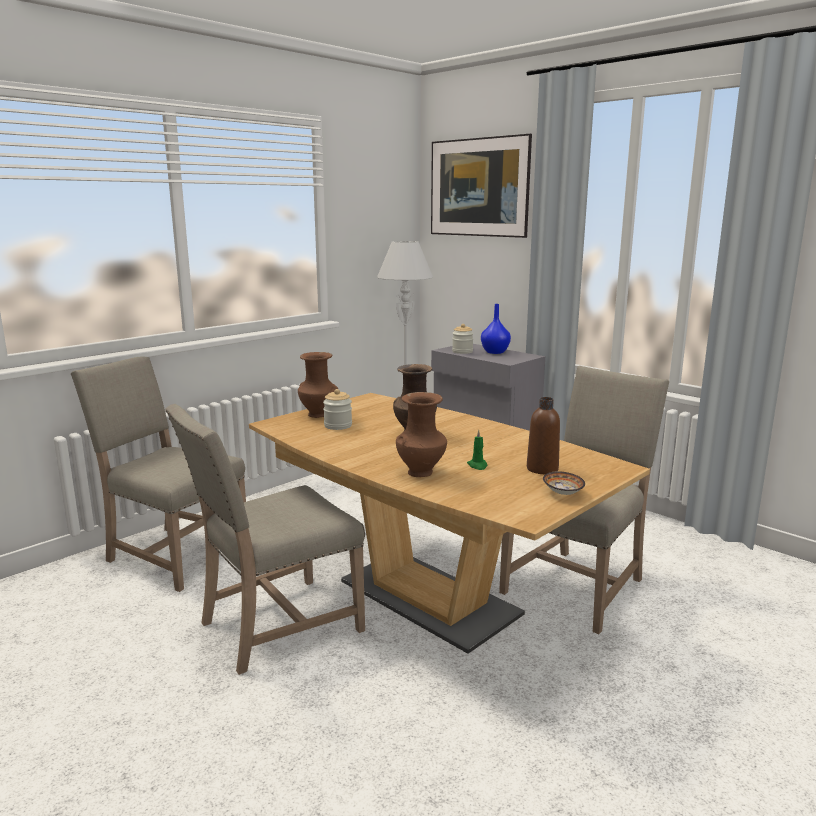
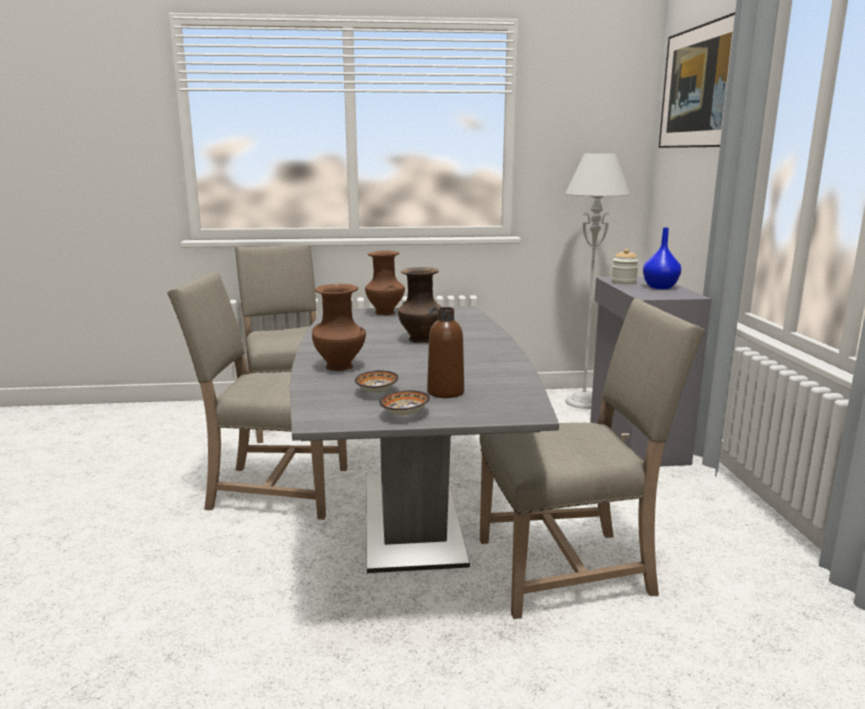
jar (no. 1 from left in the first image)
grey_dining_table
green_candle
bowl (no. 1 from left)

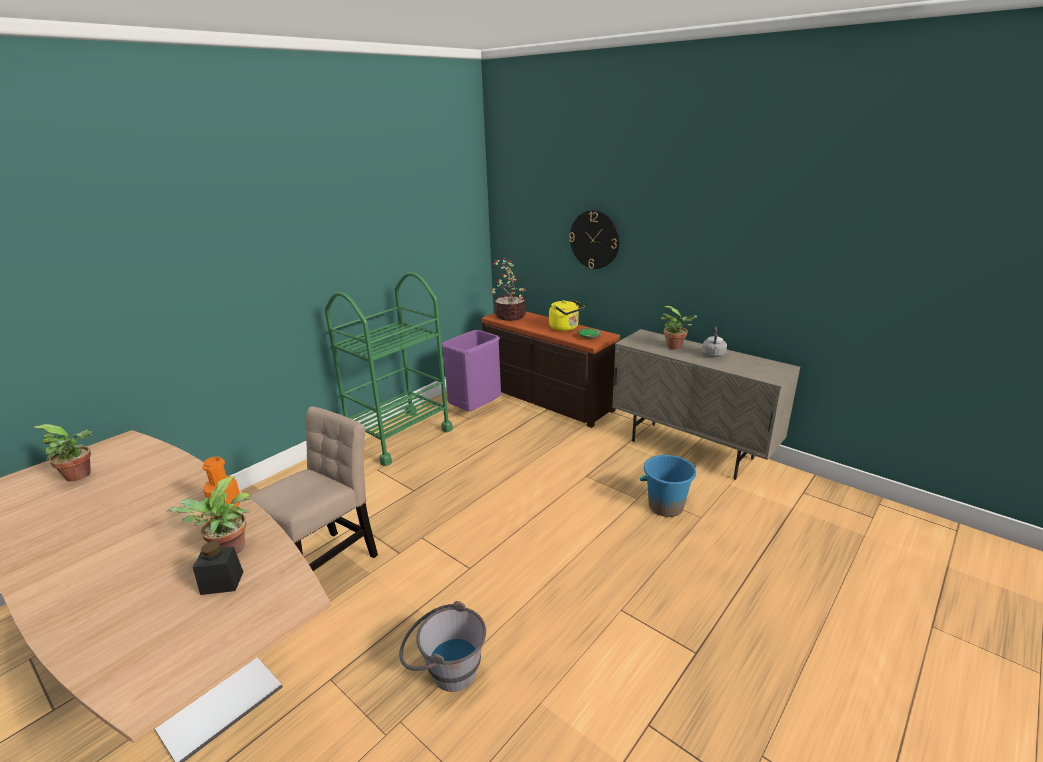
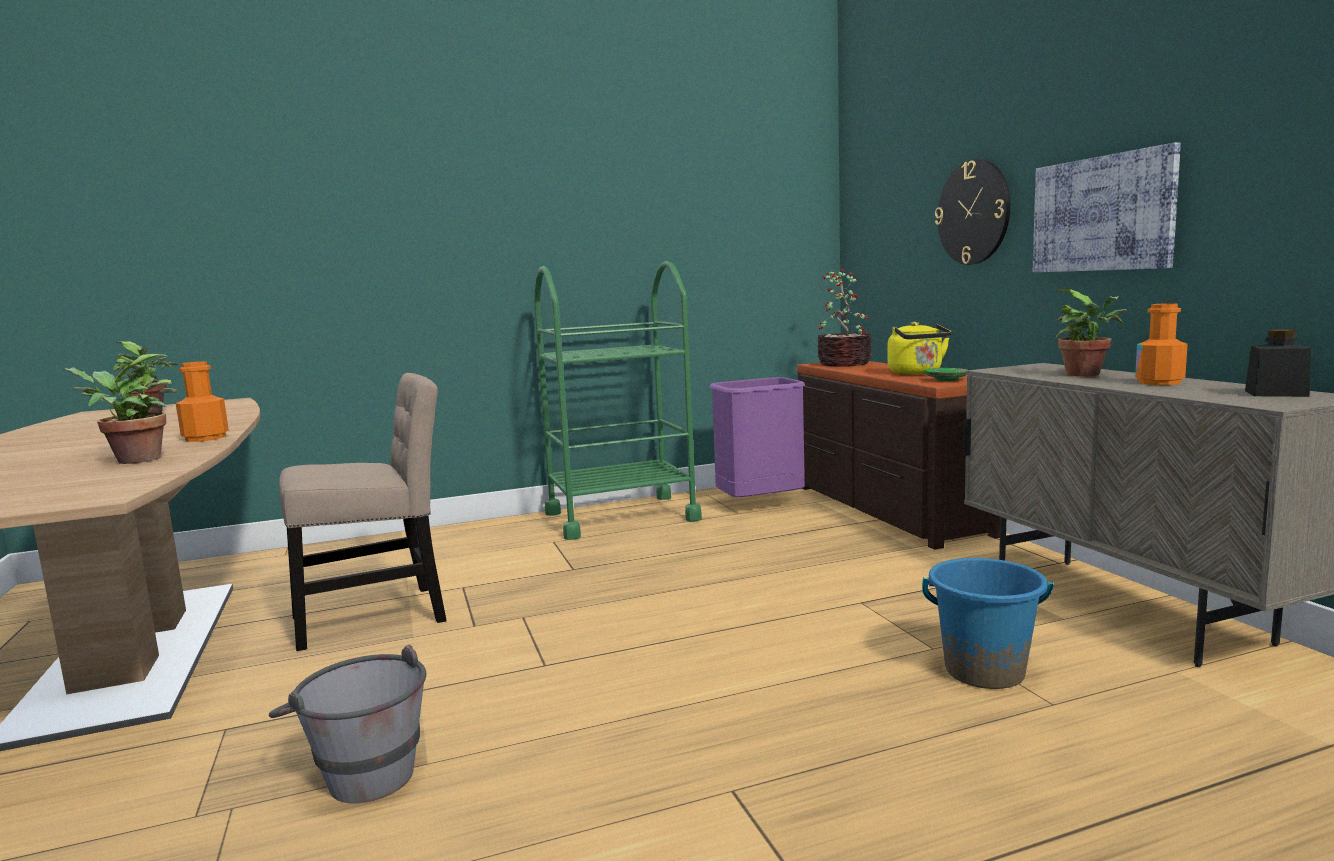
orange_bottle (no. 2 from left)
black_jar
picture

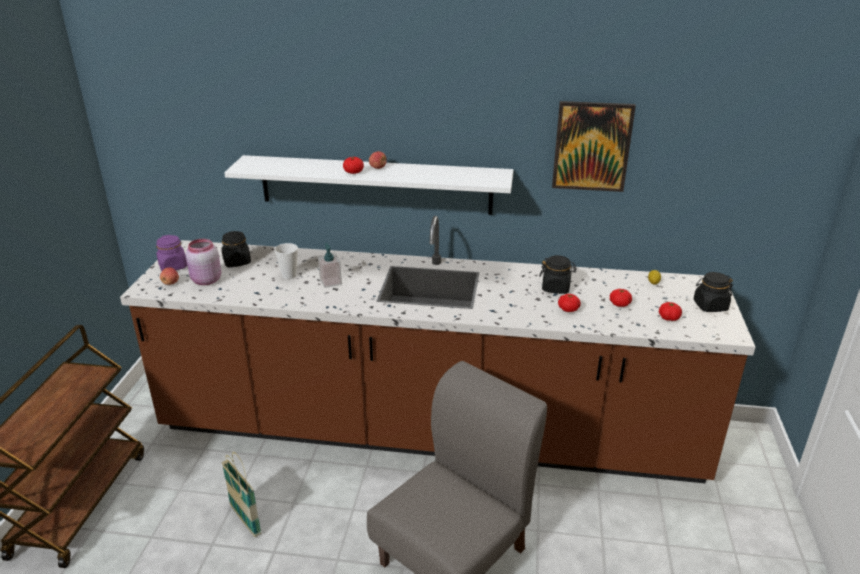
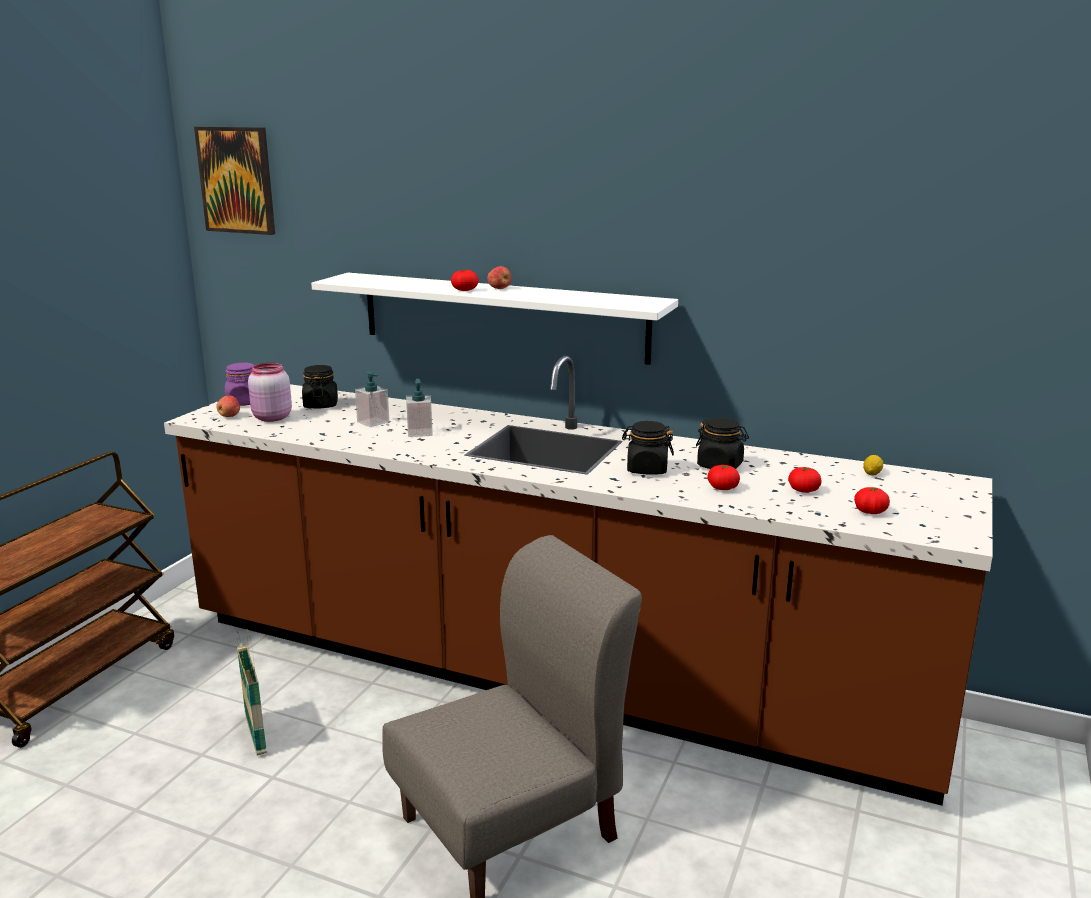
picture
soap_dispenser (no. 1 from left)
black_jar (no. 2 from left)

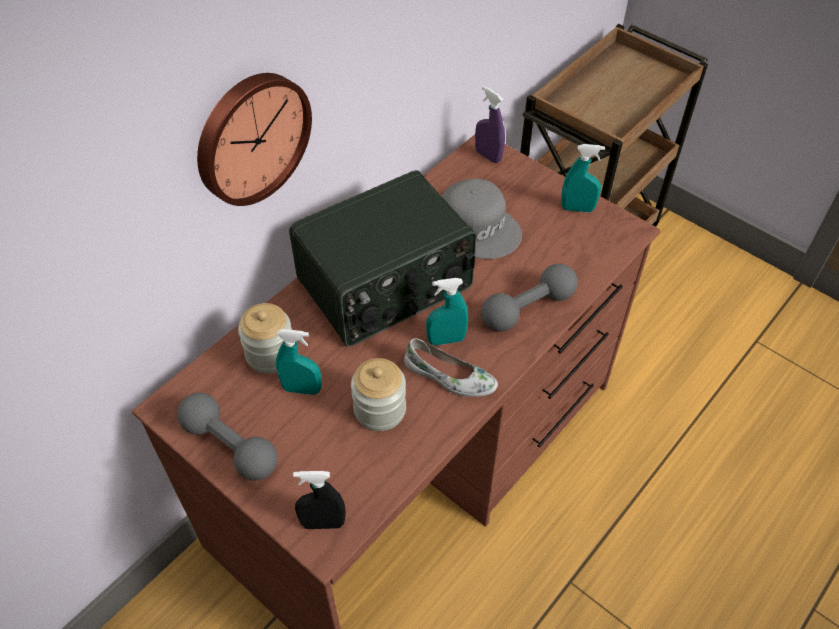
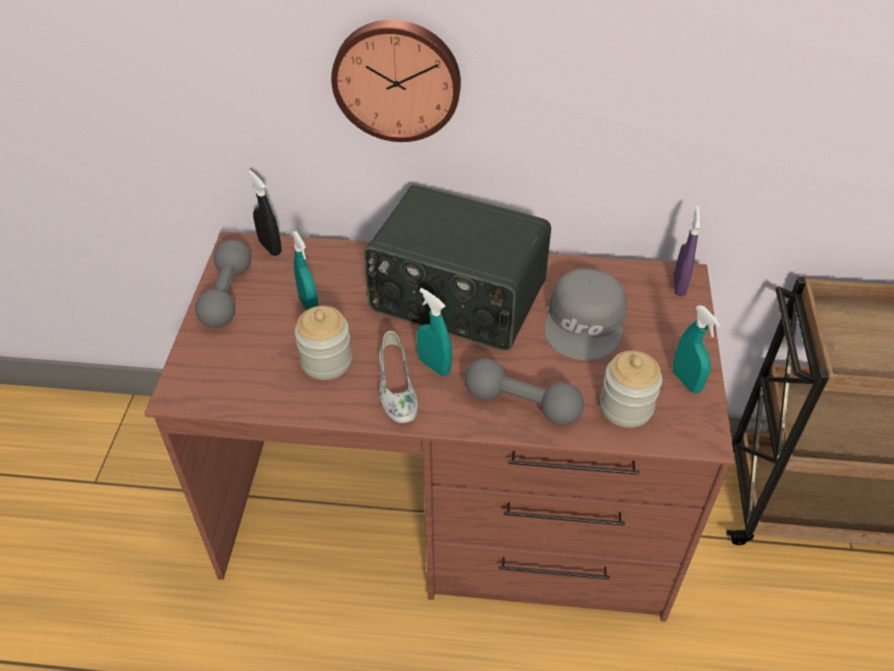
jar (no. 2 from left)
black_spray_bottle

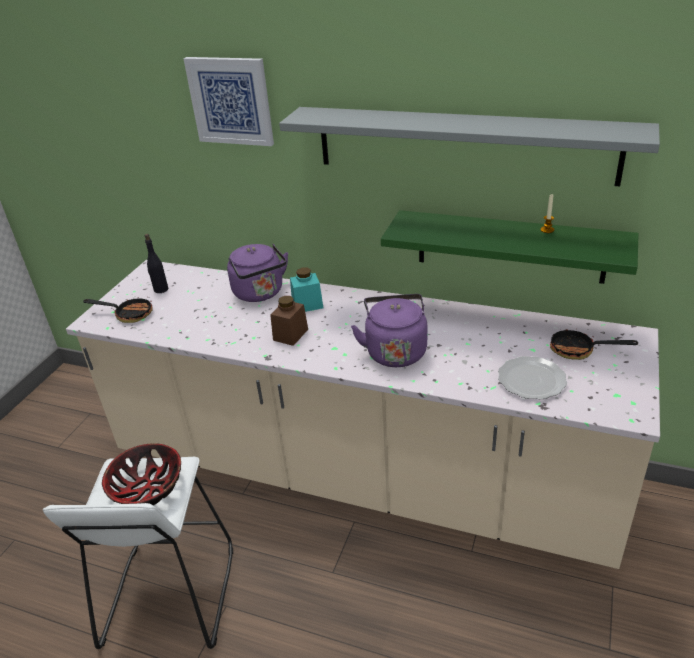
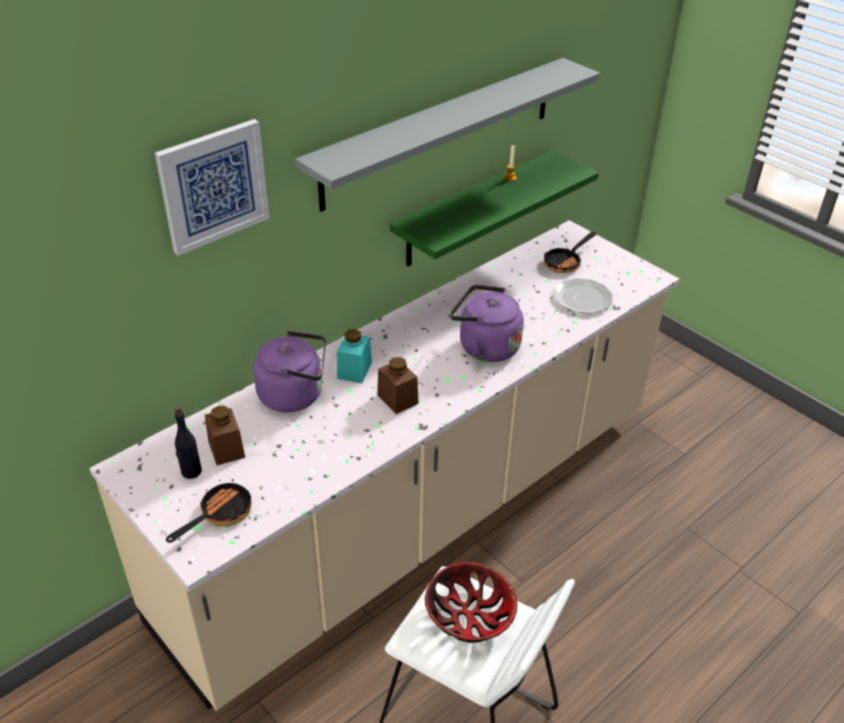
brown_jar (no. 1 from left)

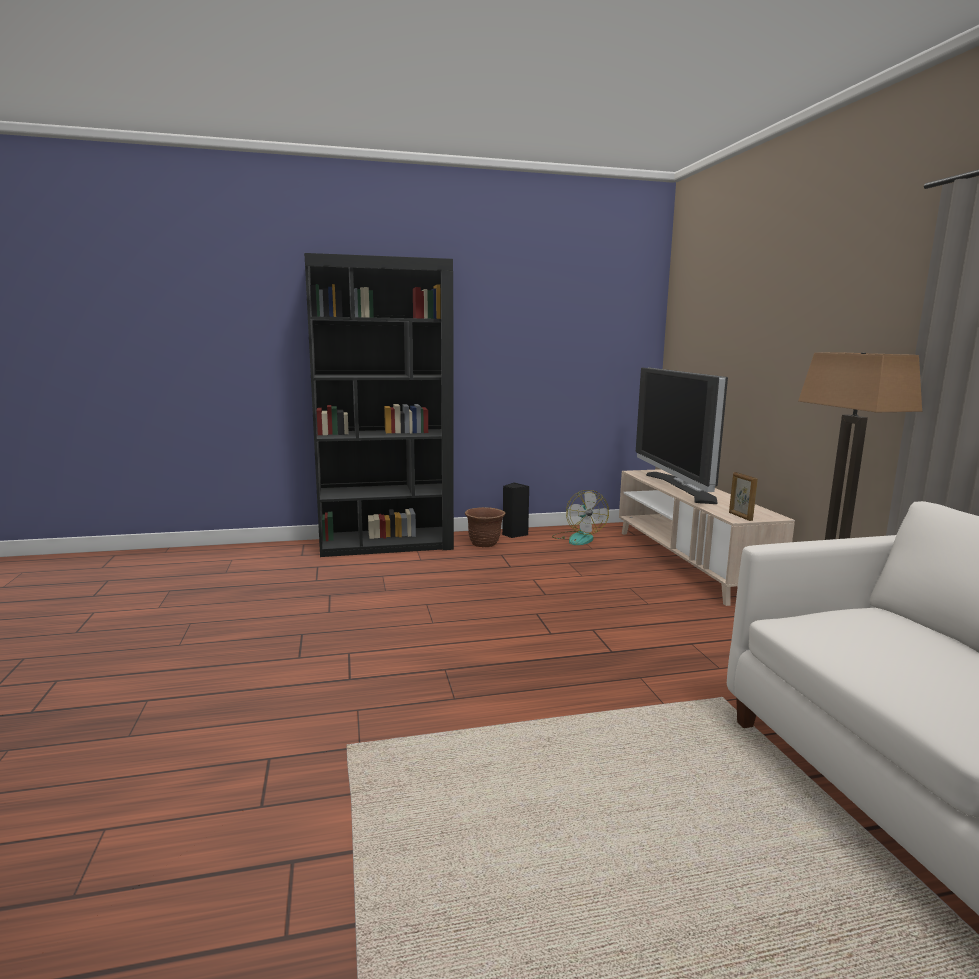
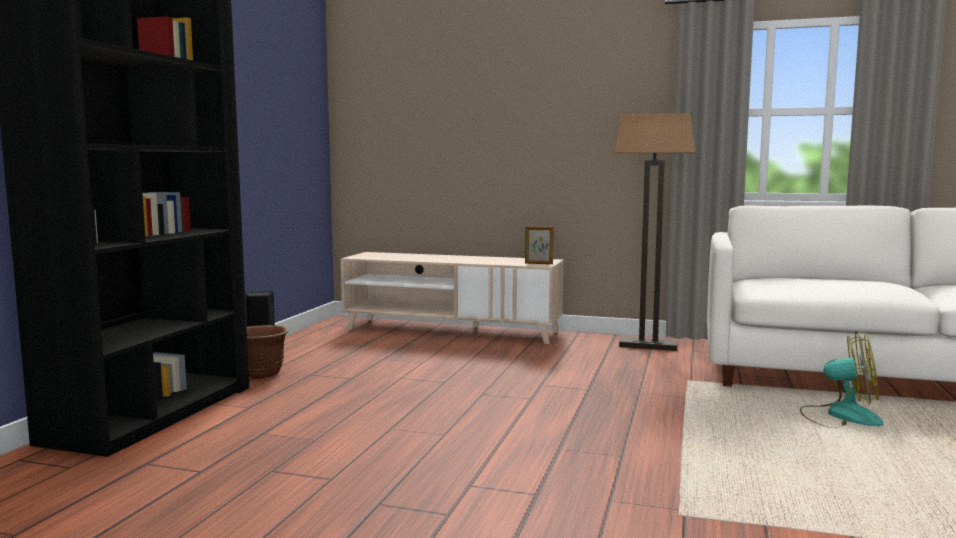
television
fan

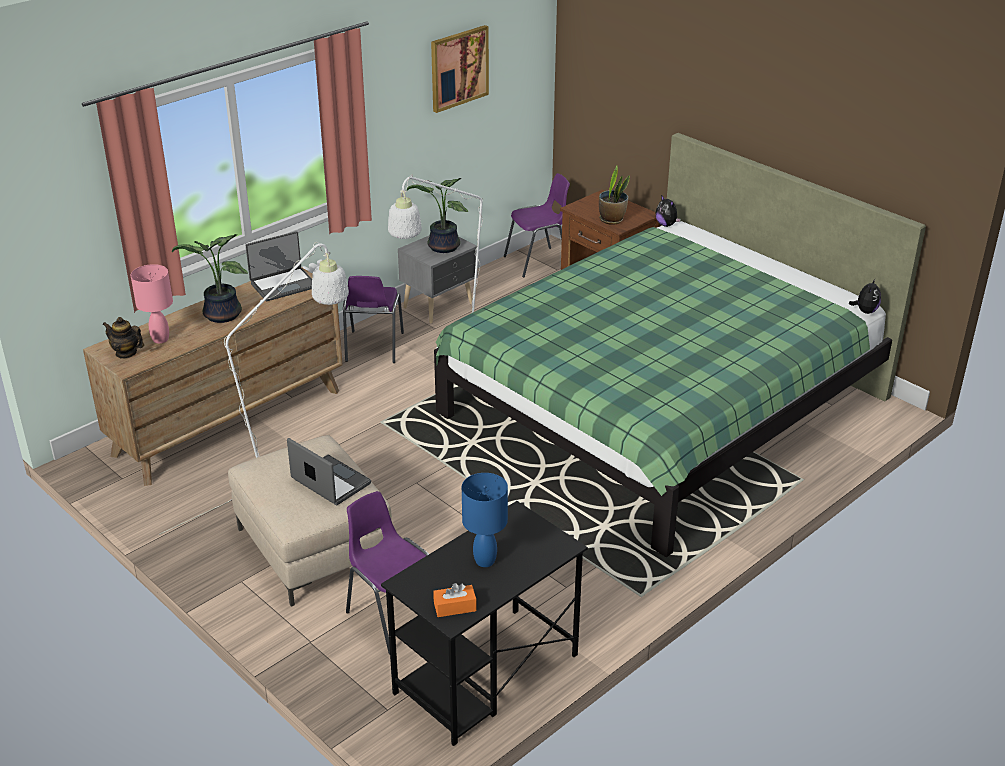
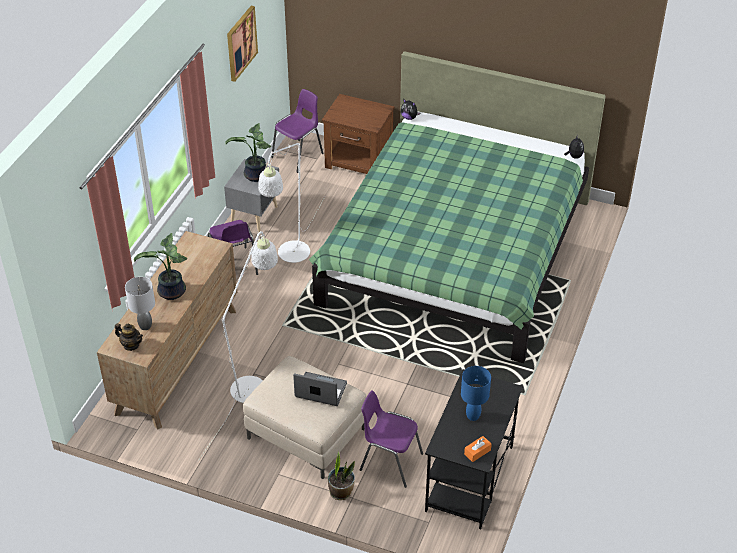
potted_plant (no. 3 from left)
laptop (no. 1 from left in the first image)
grey_table_lamp
teapot

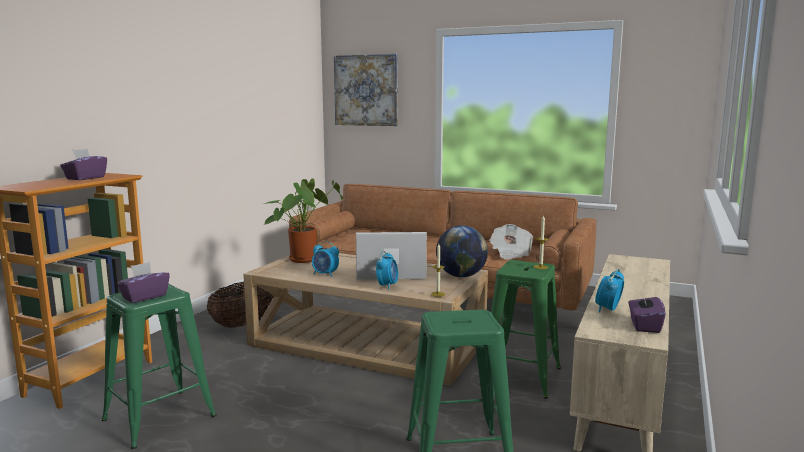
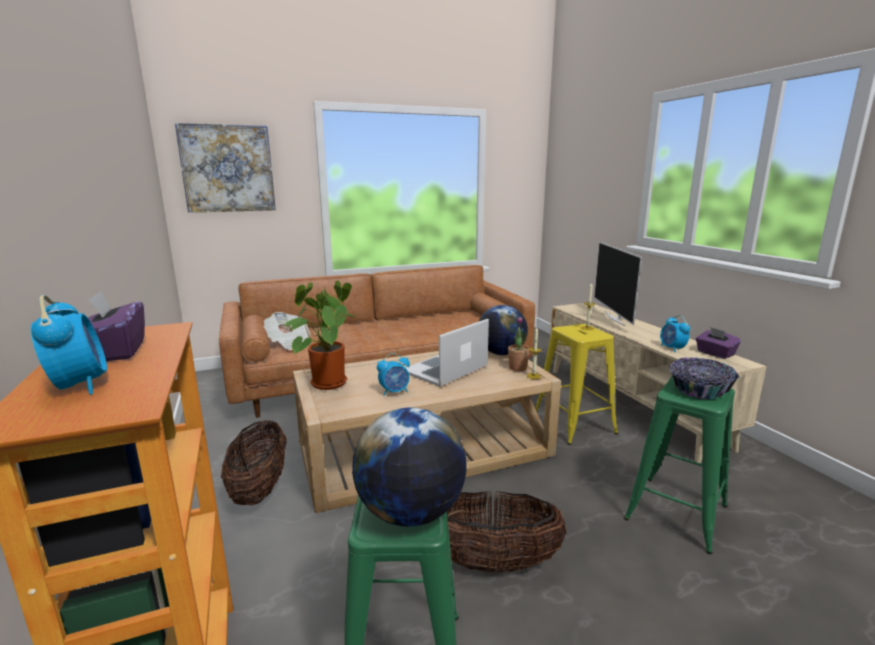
newspaper
alarm_clock (no. 1 from left)
yellow_stool
globe (no. 1 from left)
television
potted_plant (no. 2 from left)
bowl
basket (no. 2 from left)

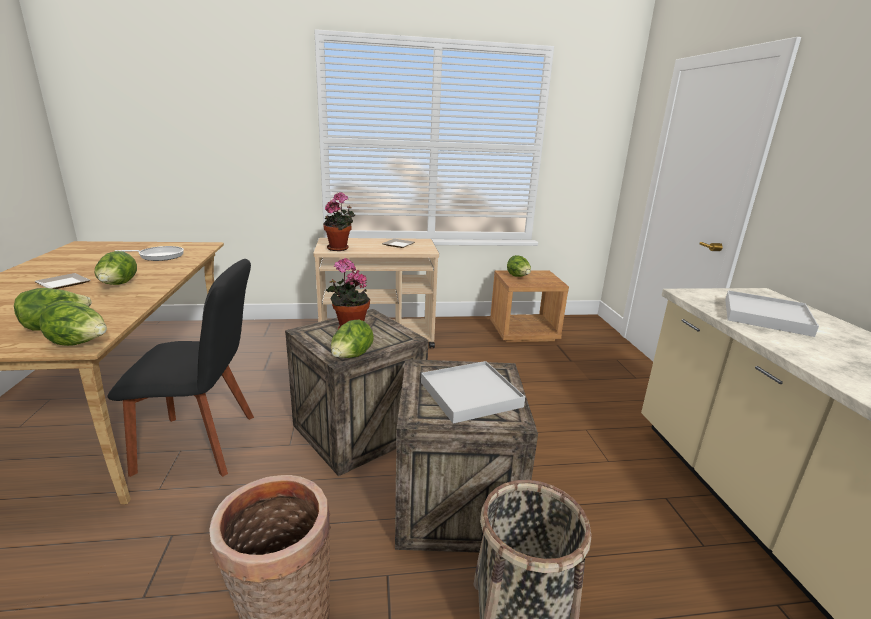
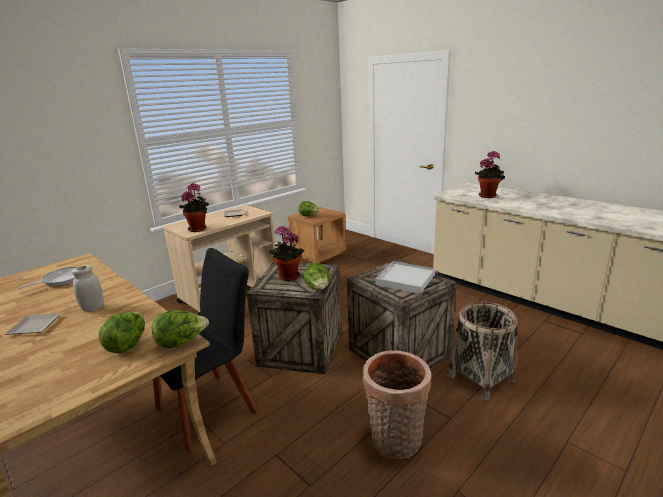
white_jar
potted_plant (no. 3 from left)

